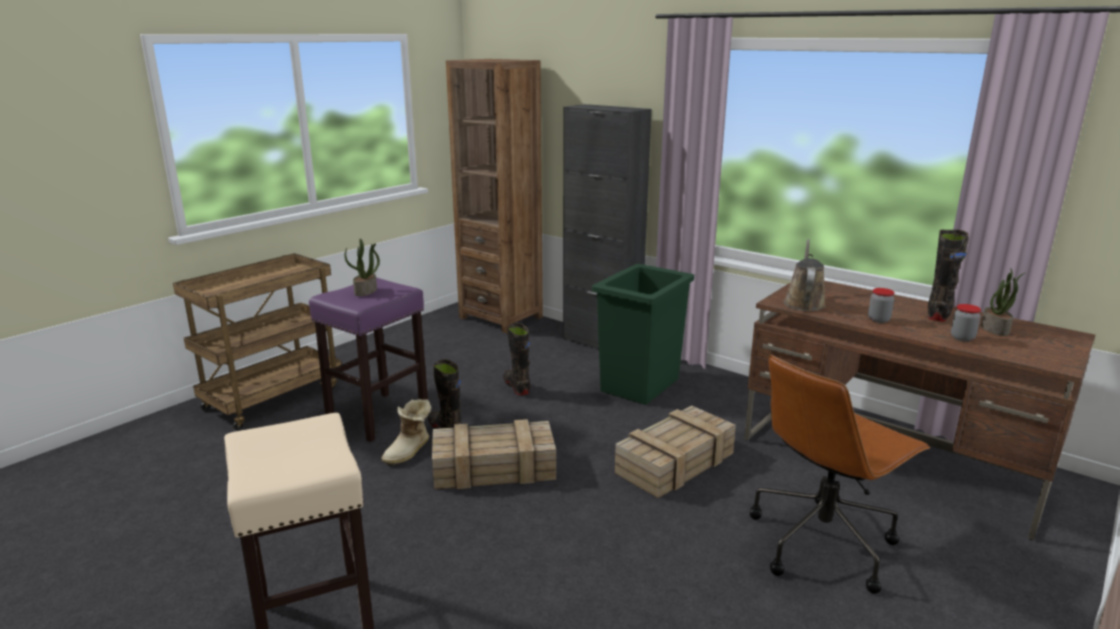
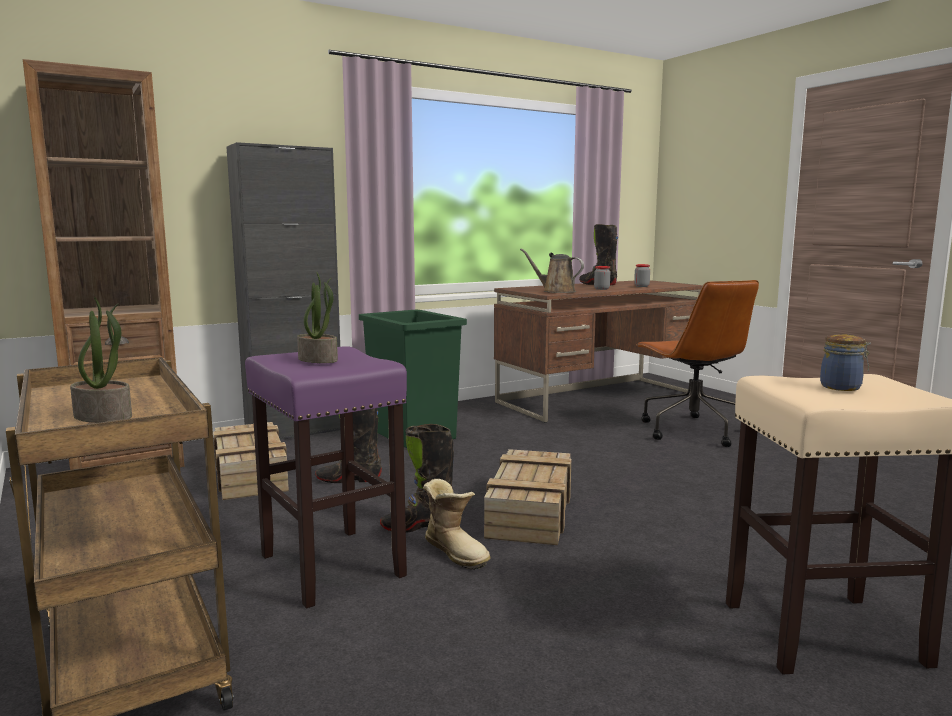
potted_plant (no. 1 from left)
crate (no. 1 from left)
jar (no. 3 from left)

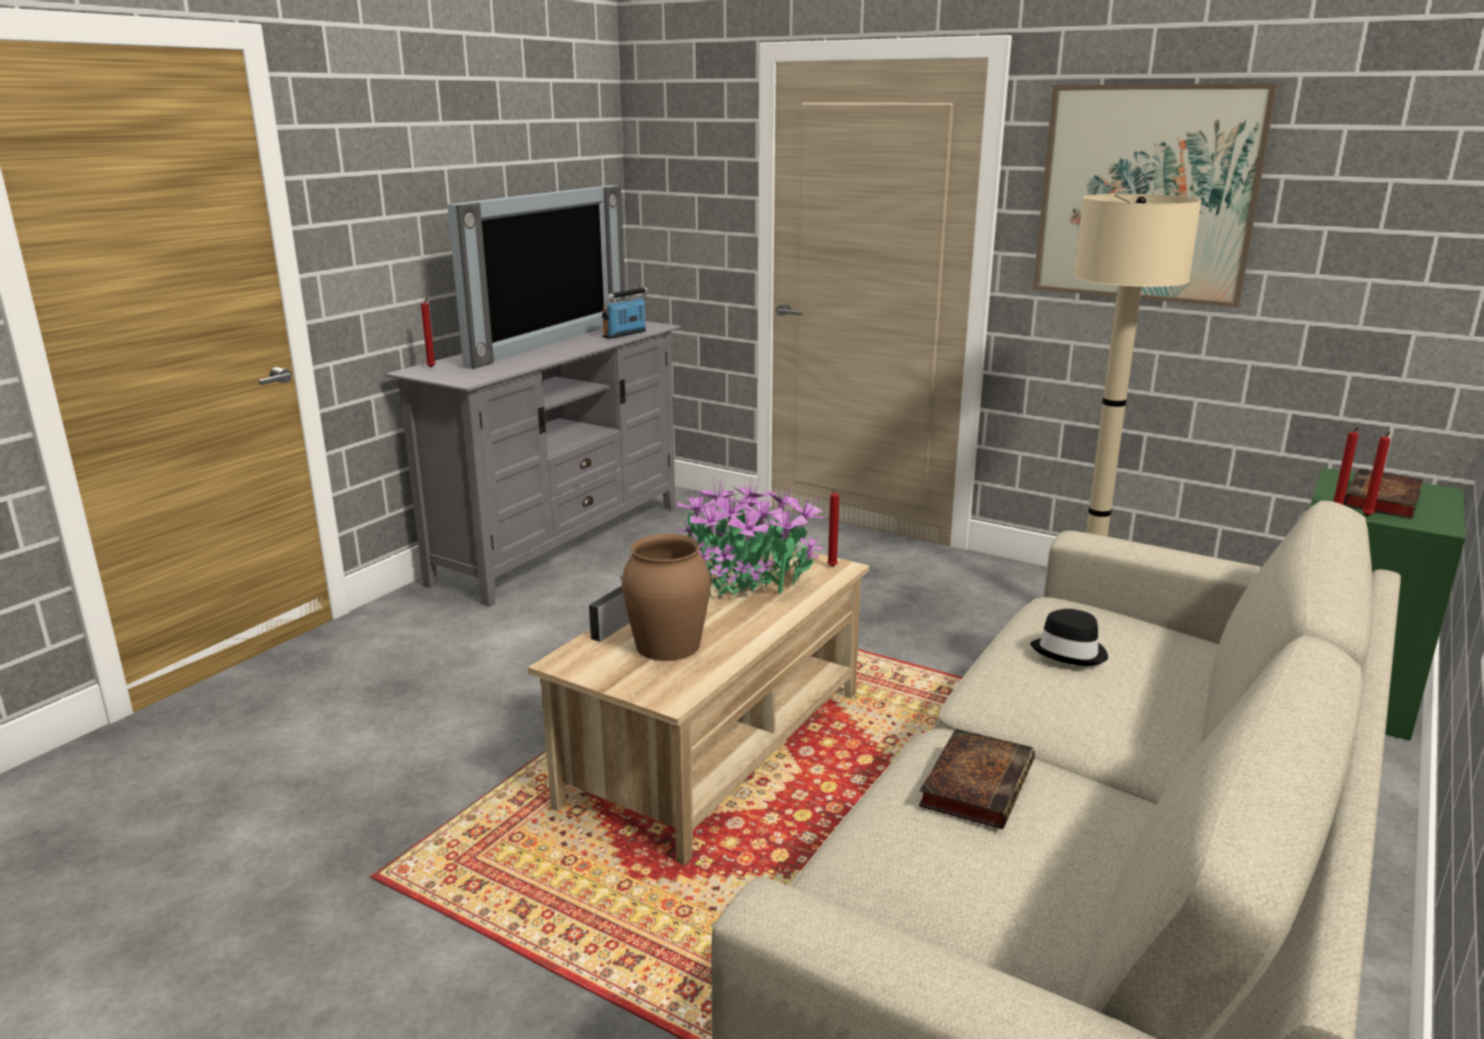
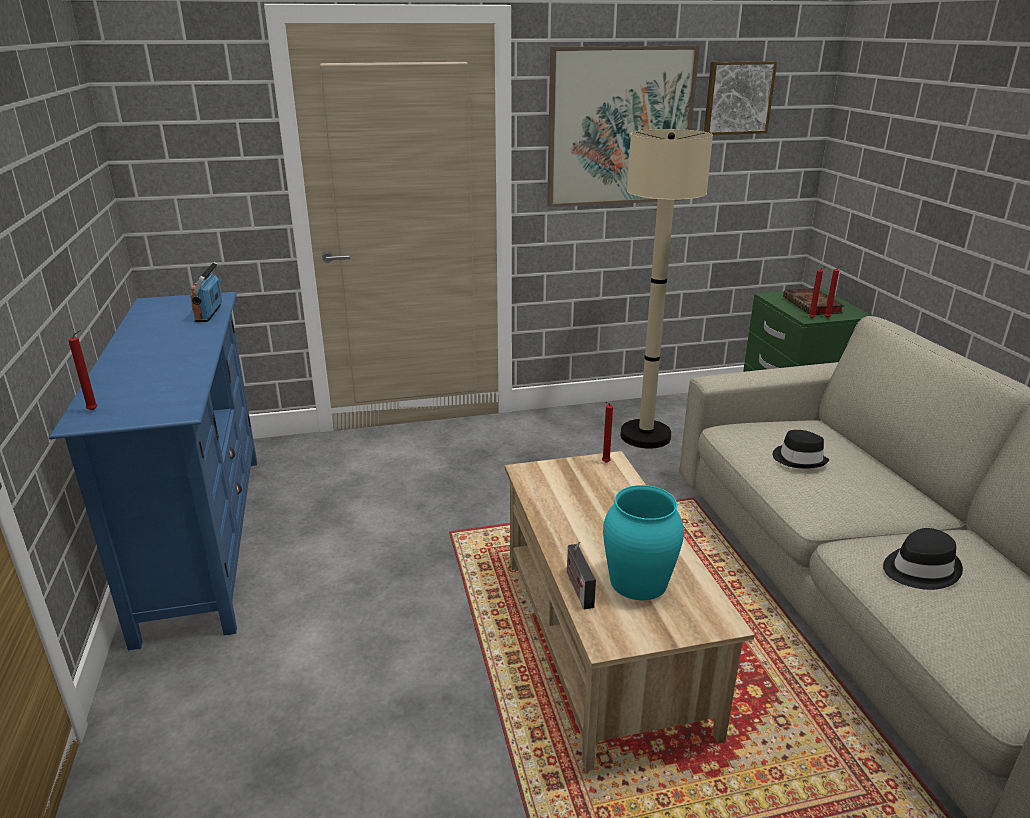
television
blue_tv_stand
potted_plant
turquoise_vase
black_hat (no. 2 from left)
picture (no. 2 from left)

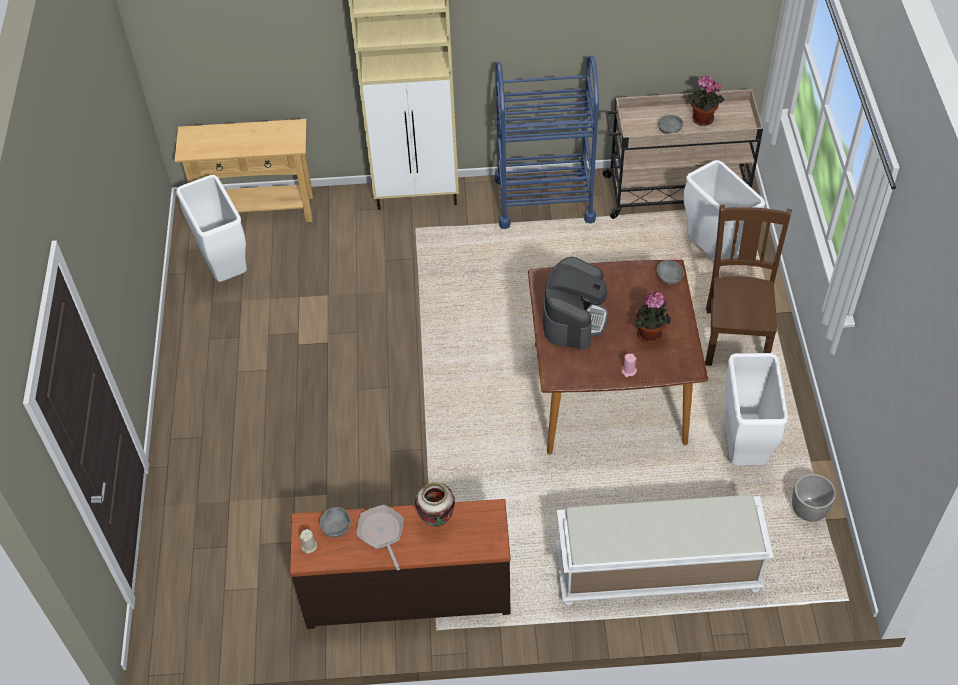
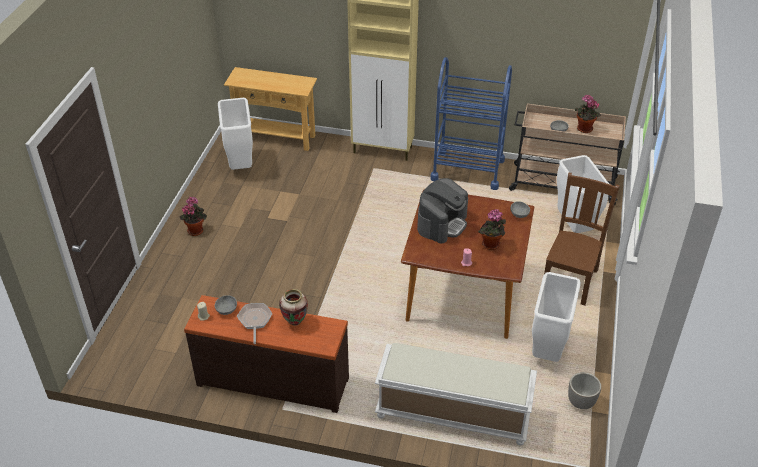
potted_plant (no. 1 from left)

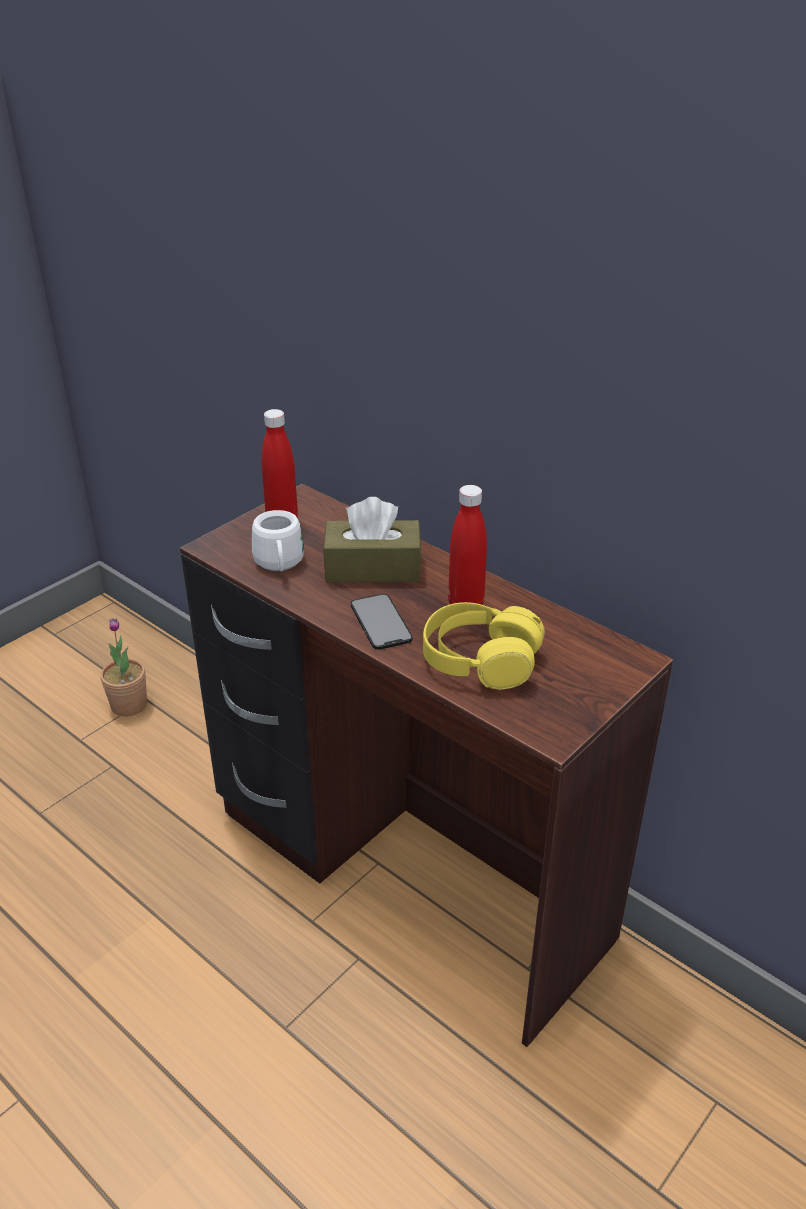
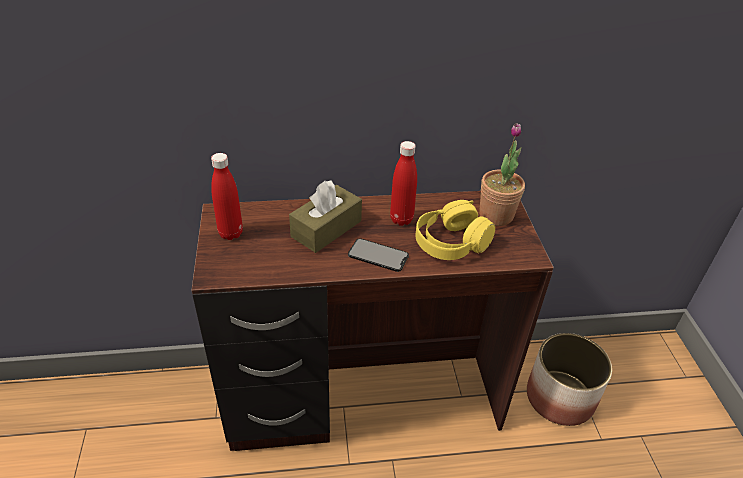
white_mug
potted_plant
planter

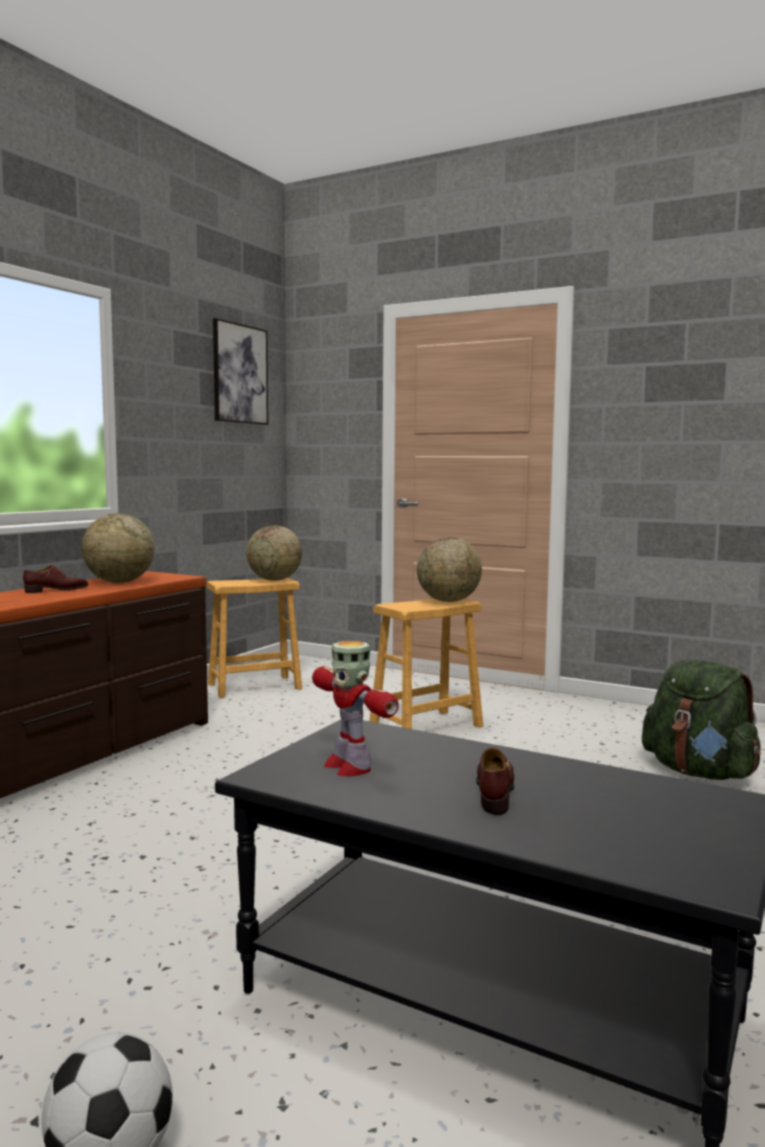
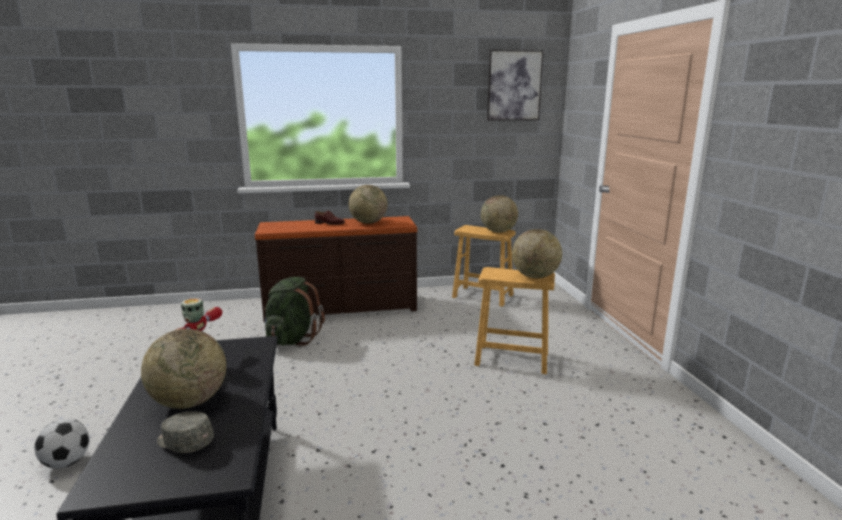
green_backpack
globe (no. 1 from left)
grey_cap

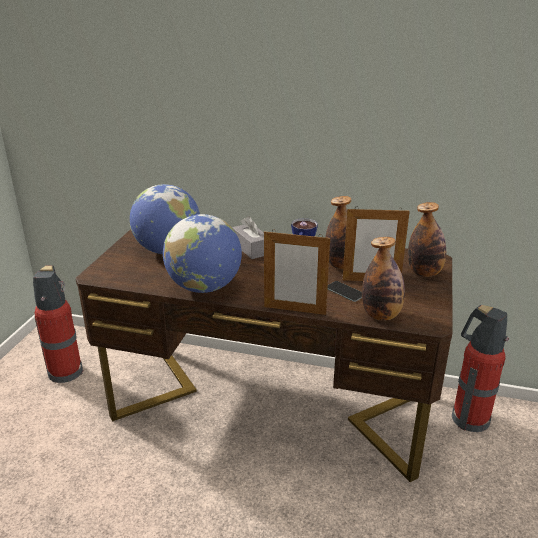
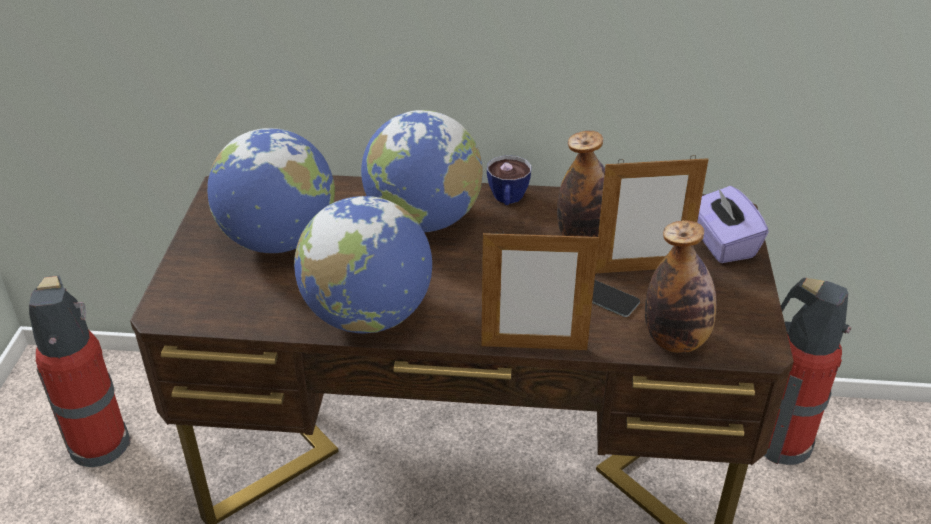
purple_tissue_box
globe (no. 3 from left)

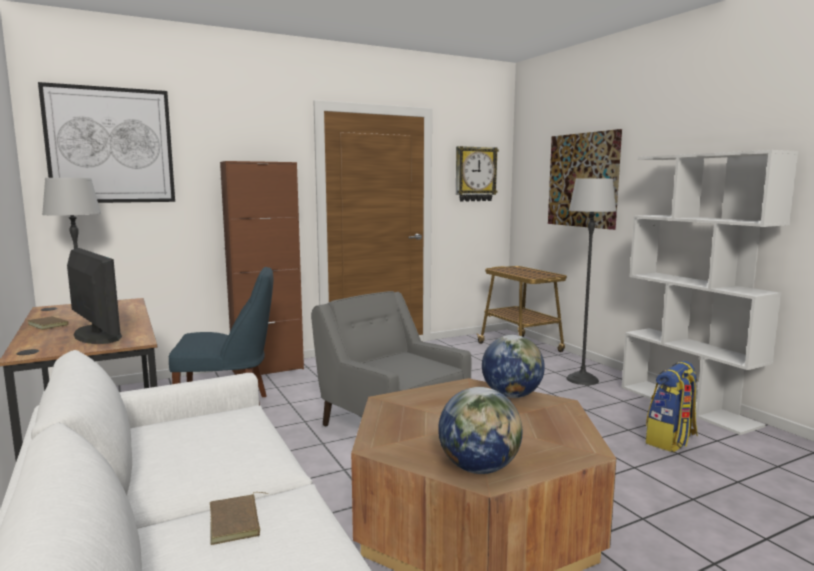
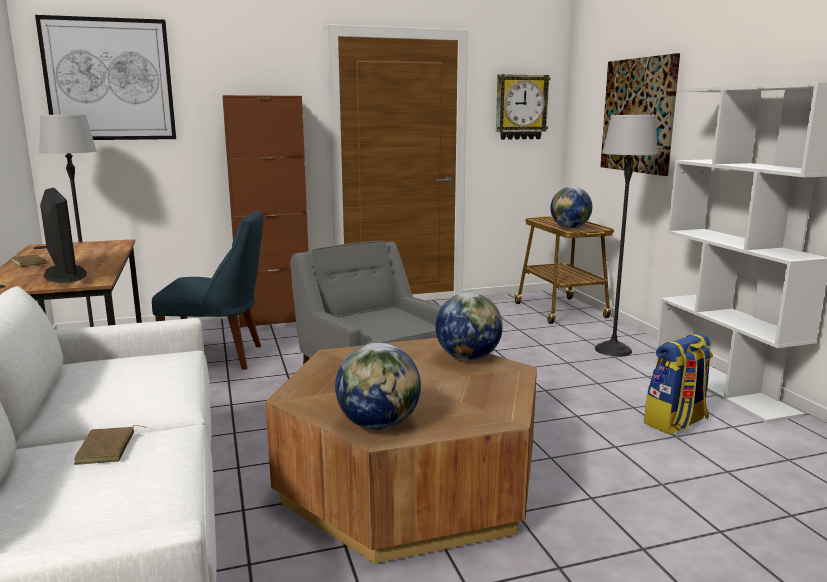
globe (no. 3 from left)

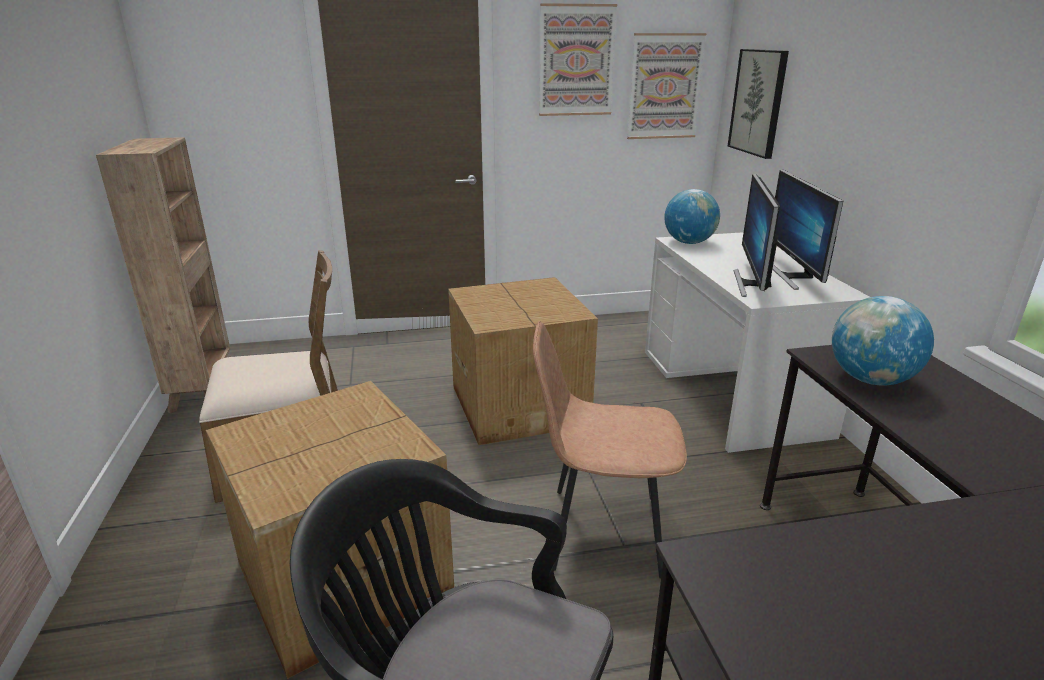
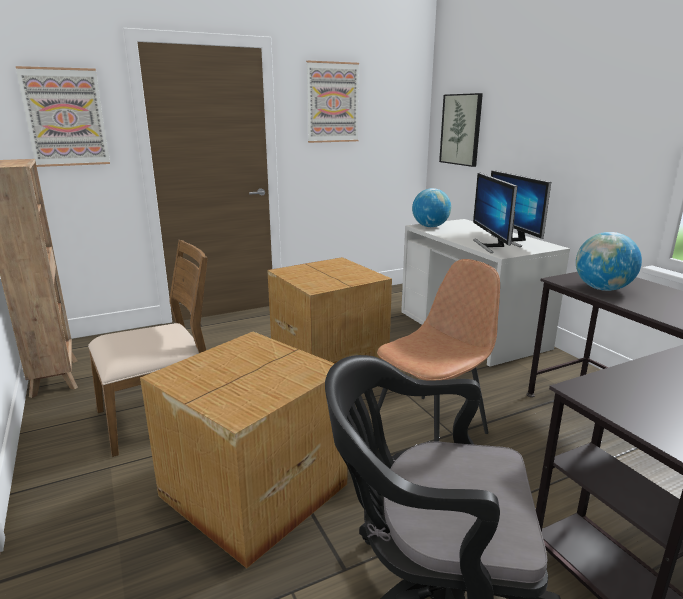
picture (no. 1 from left)
brown_chair (no. 2 from left)

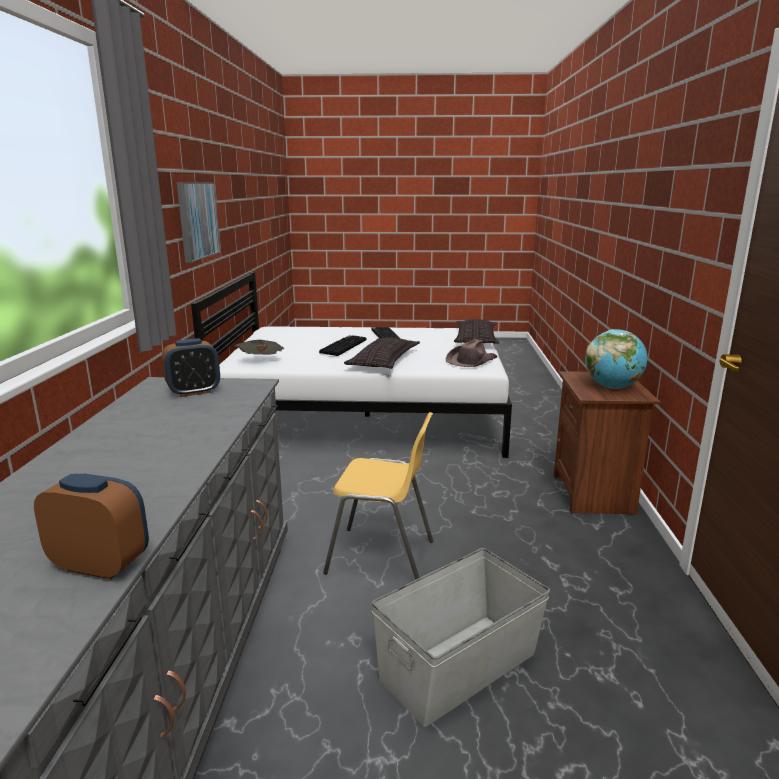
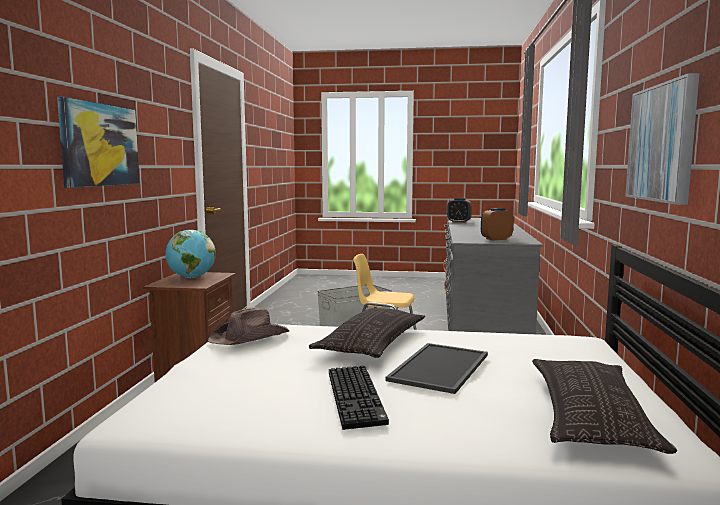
pillow (no. 2 from left)
tray
newspaper
picture (no. 1 from left)

